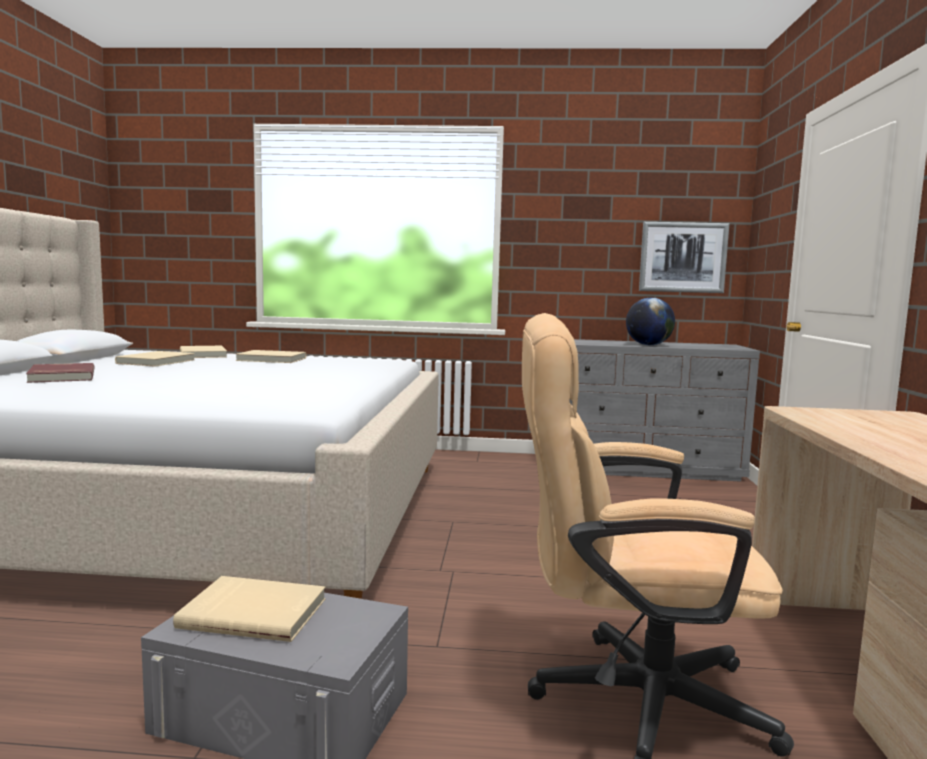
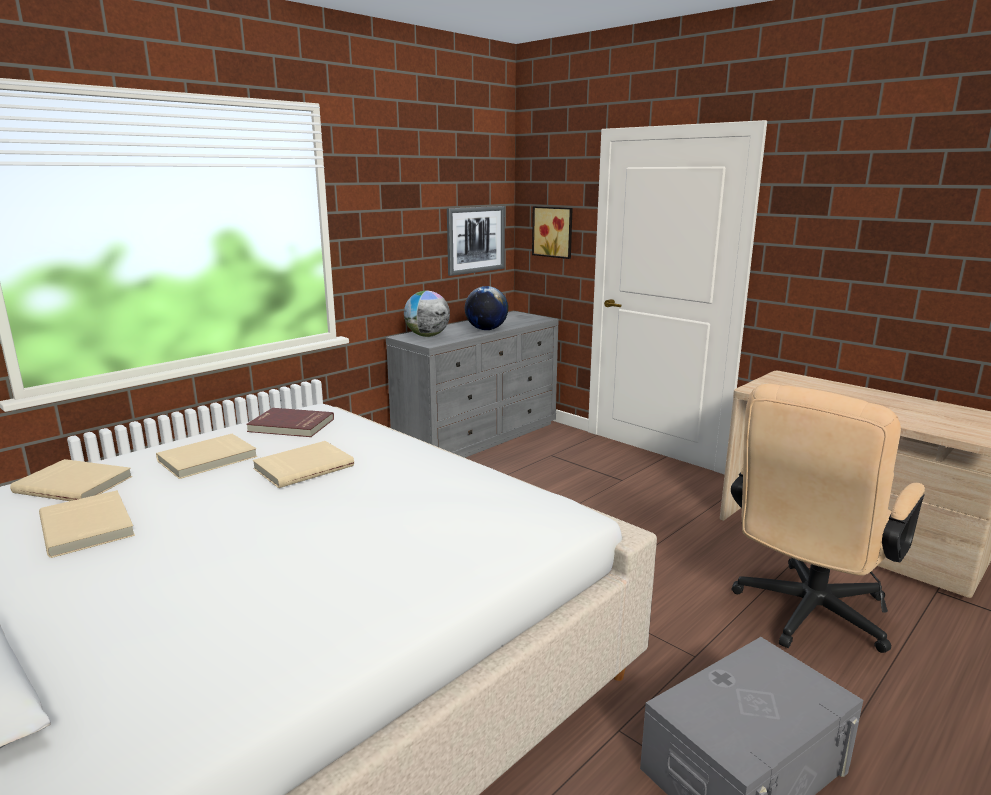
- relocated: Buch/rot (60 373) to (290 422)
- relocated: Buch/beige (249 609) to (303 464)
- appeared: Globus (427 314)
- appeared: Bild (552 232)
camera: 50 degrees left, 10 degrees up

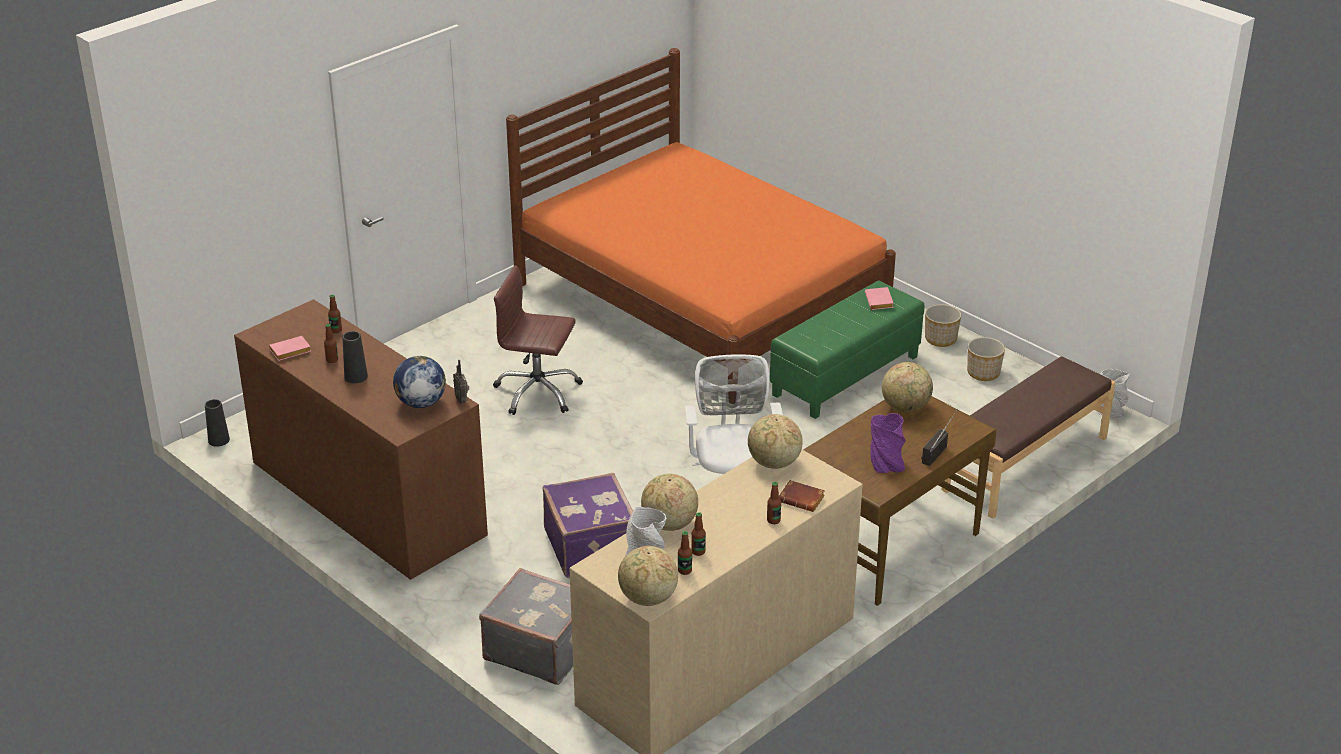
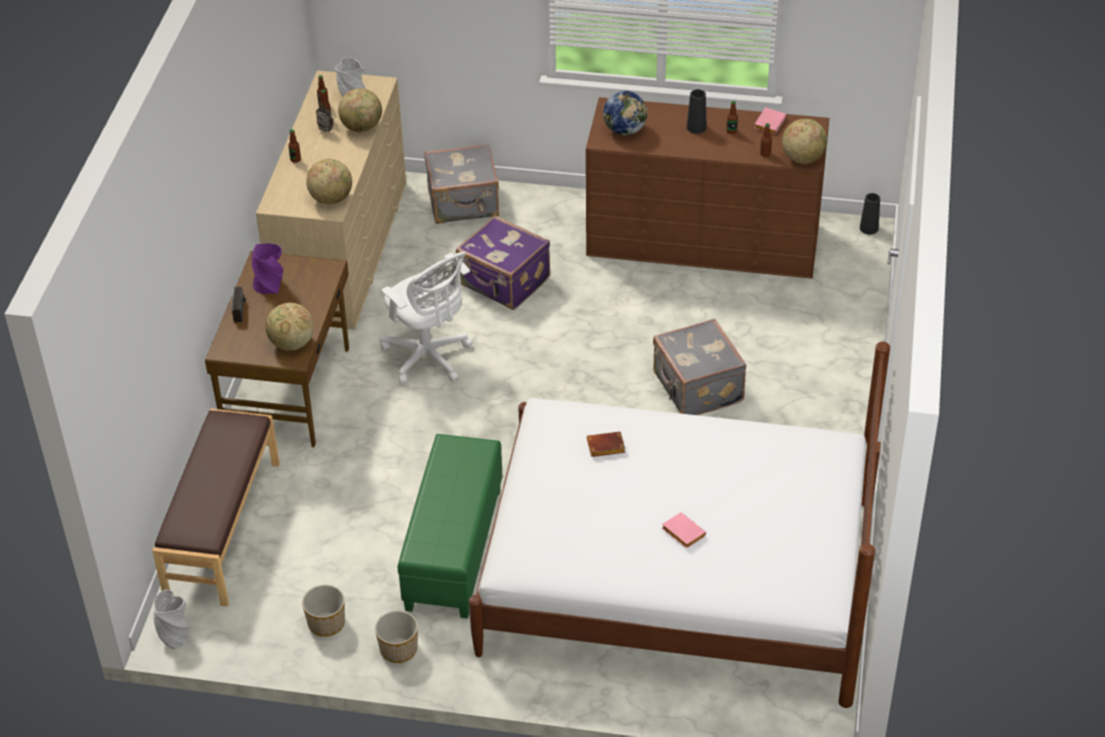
- relocated: Radio (461 382) to (325 113)
- exchanged: Bürostuhl/braun (538 340) to Koffer/grau (699 367)
- colour: Bett/orange (701 213) to Bett/weiß (679 524)
- relocated: Globus (648 576) to (804 141)
- relocated: Buch/braun (802 496) to (606 444)
- relocated: Buch/rosa (879 298) to (684 530)
camera: 145 degrees right, 10 degrees up

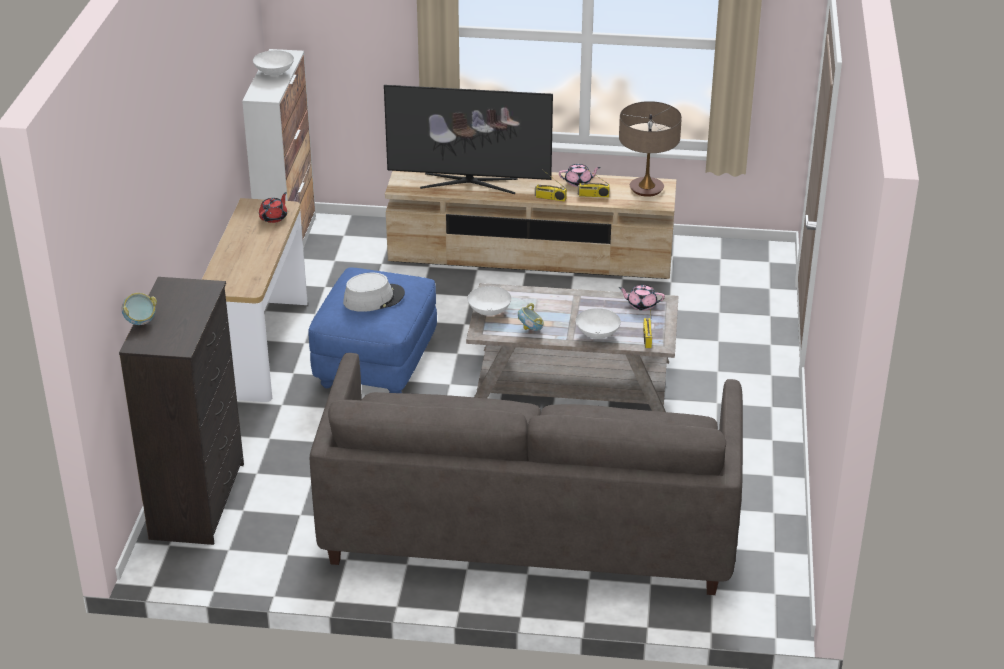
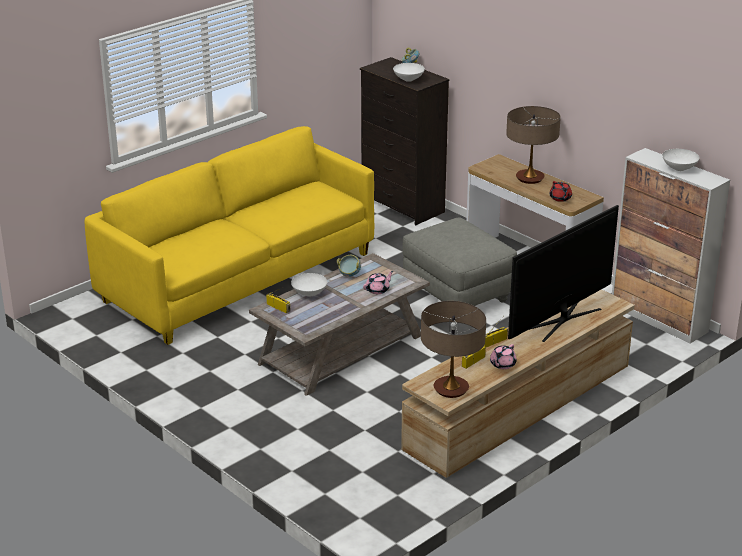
- colour: Polsterhocker/blau (372 330) to Polsterhocker/grau (460 261)
- colour: Sofa/grau (526 474) to Sofa/gelb (229 235)
- missing: Hut/grau (374 292)
- relocated: Schüssel/weiß (489 301) to (409 72)
- relocated: Teekanne/rosa (642 297) to (378 282)
- appeared: Tischlampe (533 145)
camera: 130 degrees right, 5 degrees down

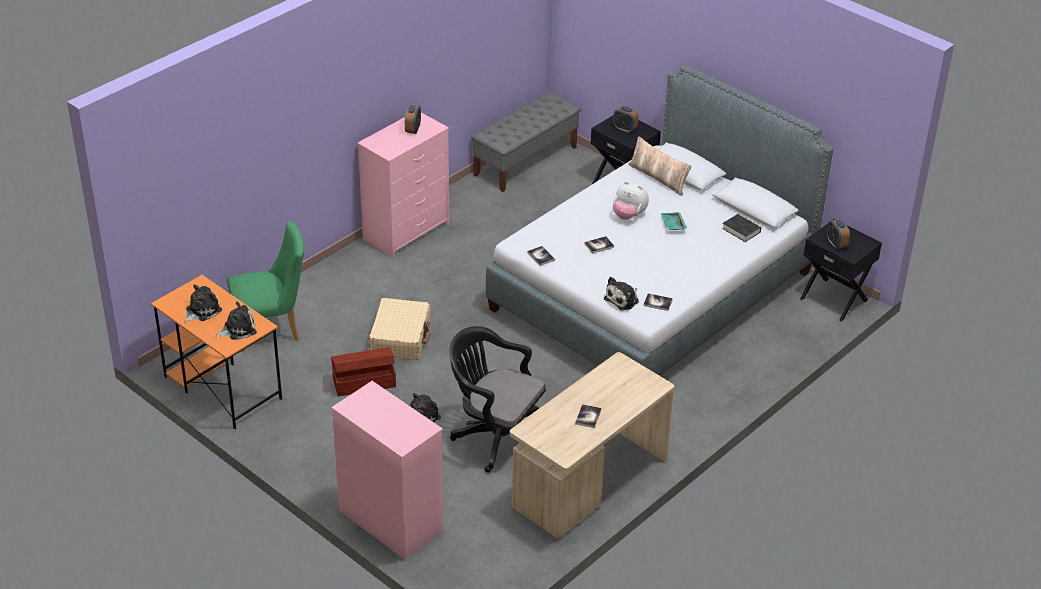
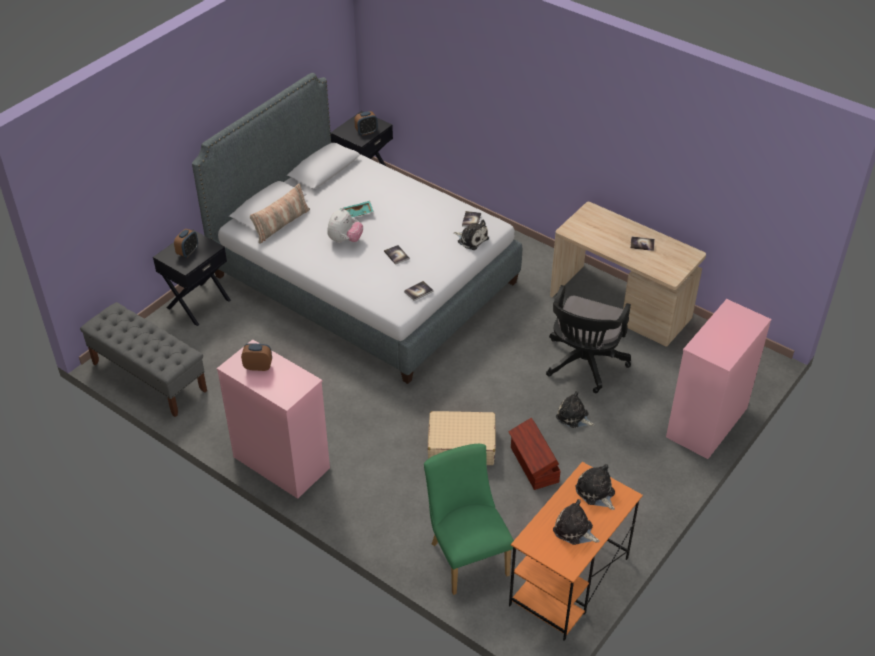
- missing: Buch/schwarz (741 228)
camera: 95 degrees left, 5 degrees up

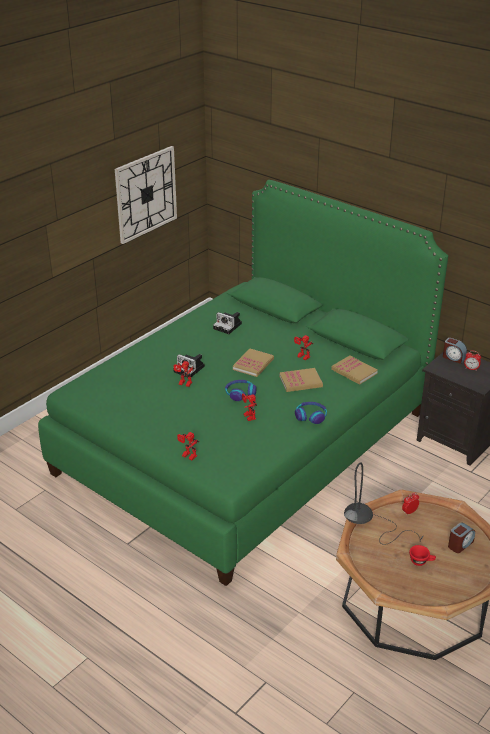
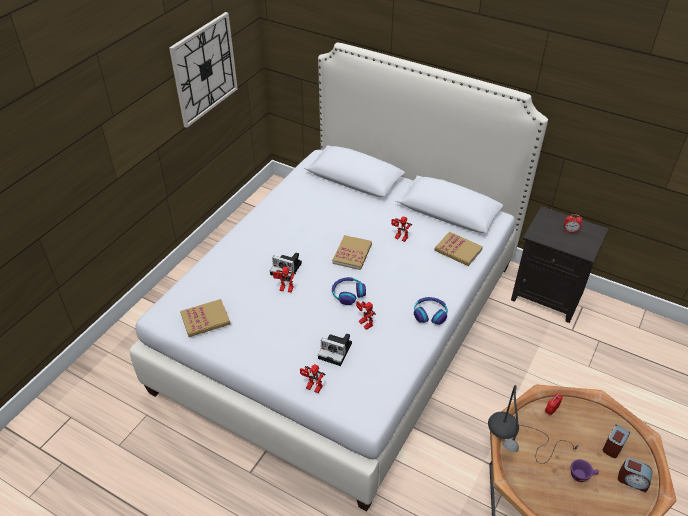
- colour: Bett/grün (243 383) to Bett/weiß (339 277)
- relocated: Kamera (227 323) to (335 349)
- relocated: Buch (301 380) to (205 318)
- colour: Tasse/rot (422 555) to Tasse/lila (585 470)
- relocated: Wecker (455 351) to (635 474)
camera: 10 degrees left, 10 degrees up

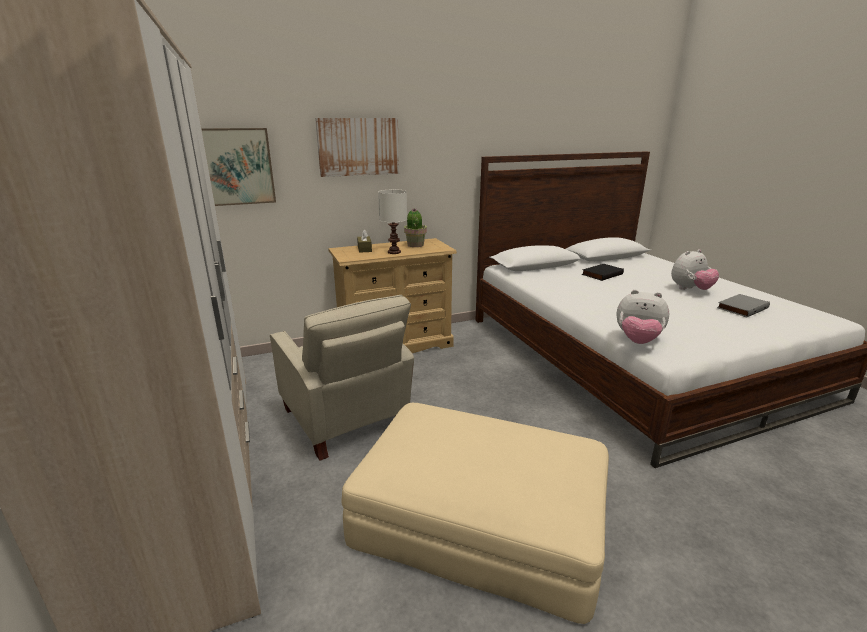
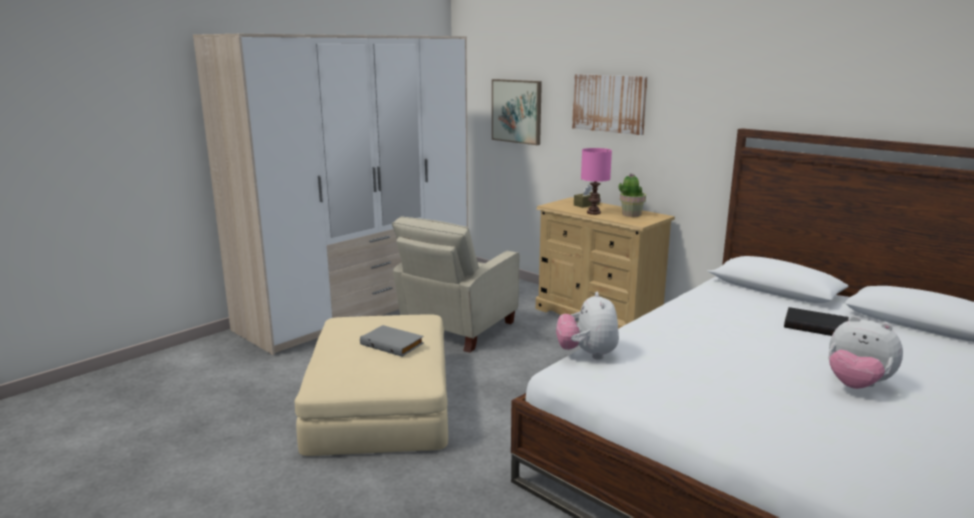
- colour: Tischlampe/weiß (392 221) to Tischlampe/rosa (596 181)
- relocated: Buch/grau (743 305) to (392 341)
camera: 65 degrees right, 5 degrees down

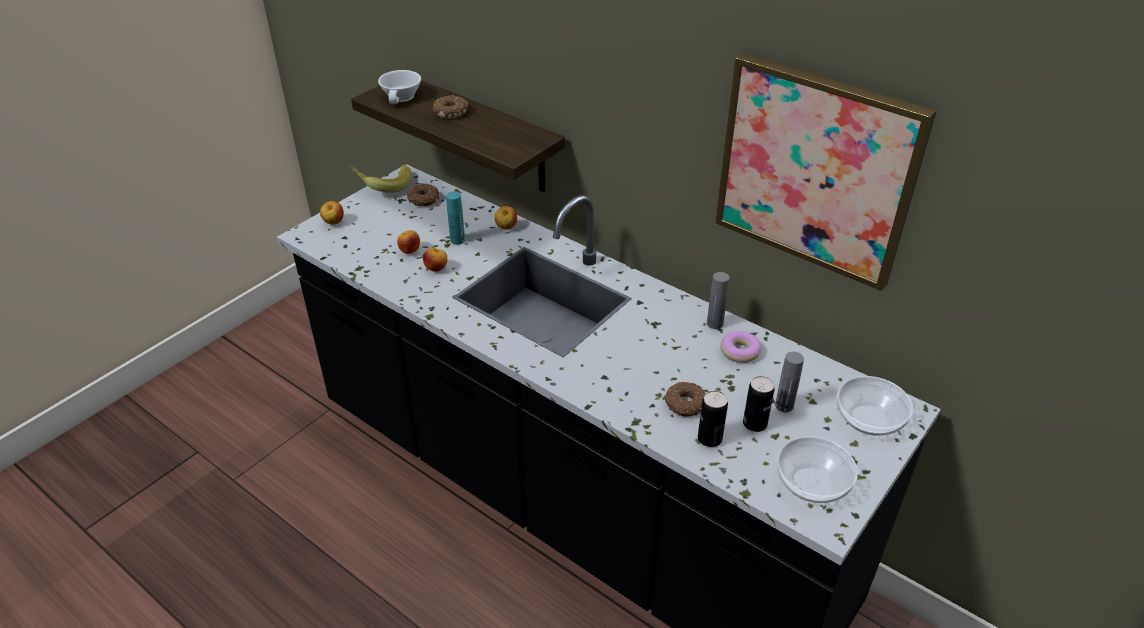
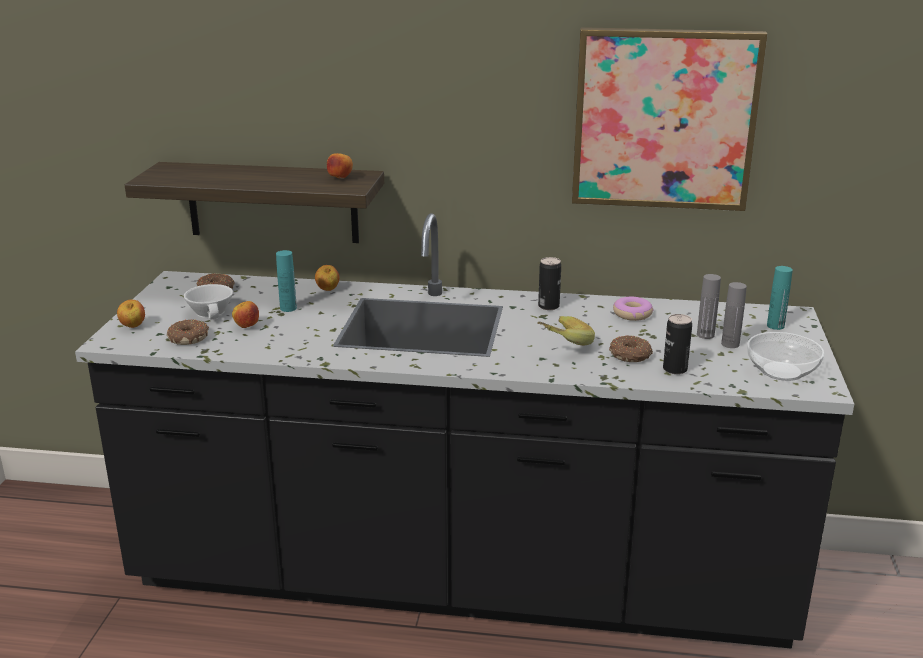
- relocated: Banane (380 179) to (566 330)
- relocated: Tasse/weiß (399 87) to (208 301)
- relocated: Apfel (435 260) to (340 166)
- relocated: Donut (450 106) to (188 332)
- relocated: Flasche/grau (718 300) to (734 315)
- relocated: Dose (759 404) to (549 283)
- exchanged: Schüssel (874 406) to Flasche/türkis (780 298)
camera: 30 degrees left, 15 degrees down

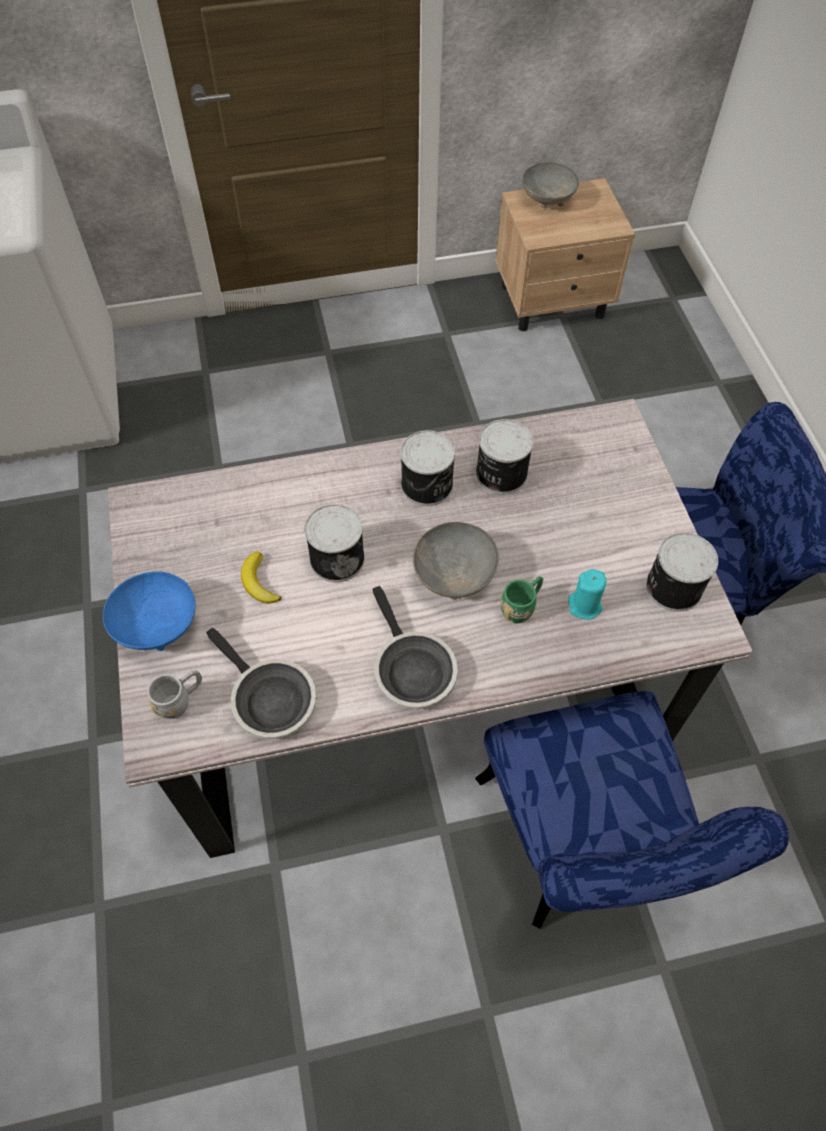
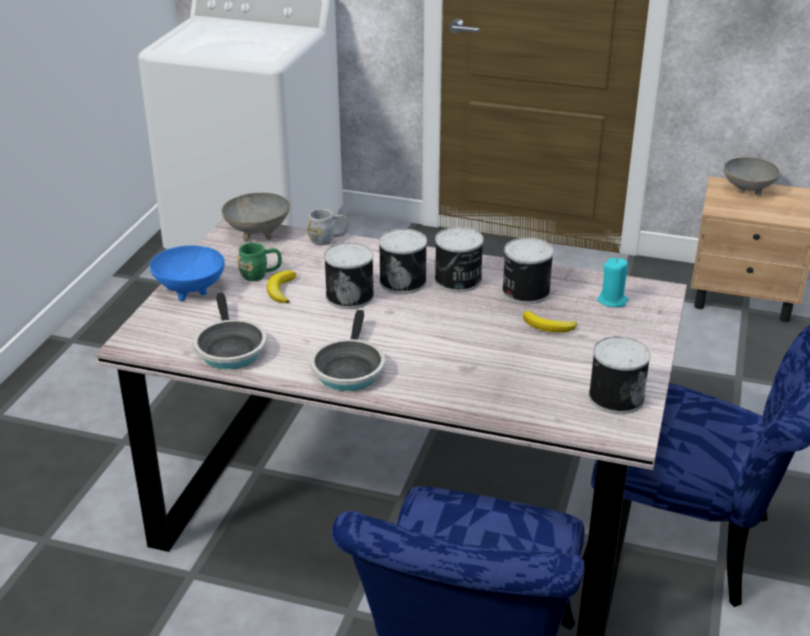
- relocated: Henkelbecher/grau (174 694) to (328 227)
- relocated: Schüssel/grau (456 561) to (255 217)
- relocated: Henkelbecher/grün (521 599) to (259 262)
- relocated: Kerze/türkis (587 594) to (613 282)
- appeared: Dose (403 261)
- appeared: Banane (550 321)
camera: 30 degrees right, 25 degrees down

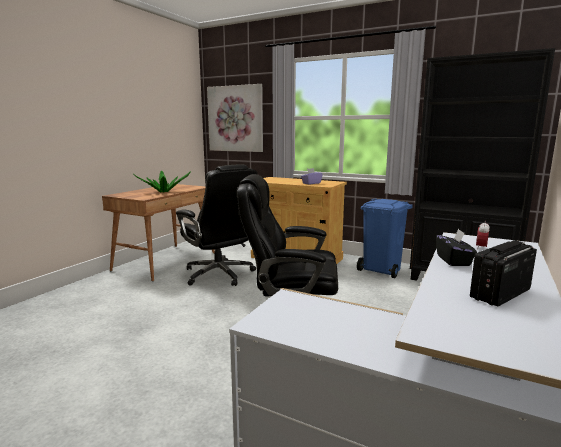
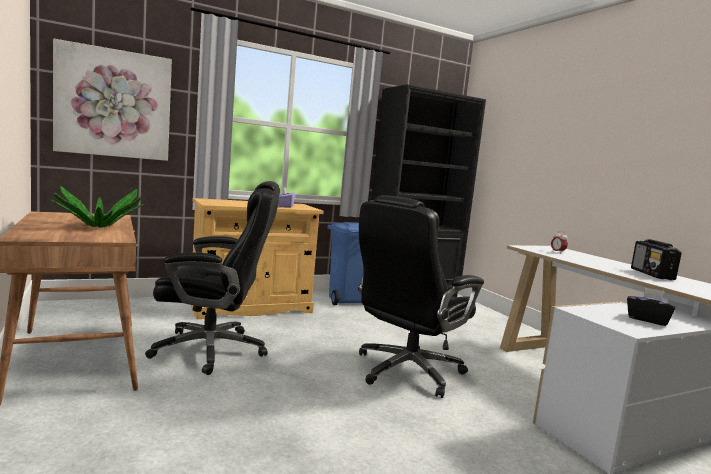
- relocated: Taschentuchbox/schwarz (456 247) to (651 306)
camera: 55 degrees left, 5 degrees down

